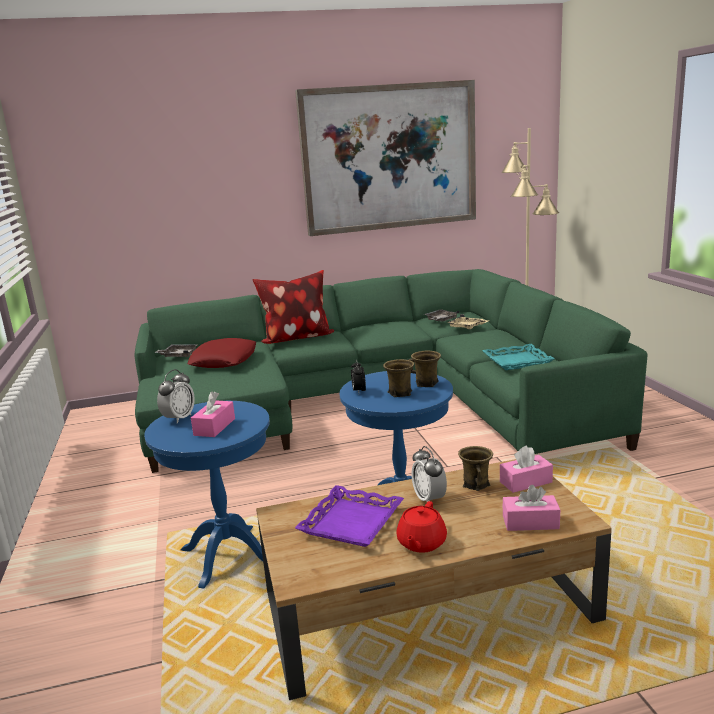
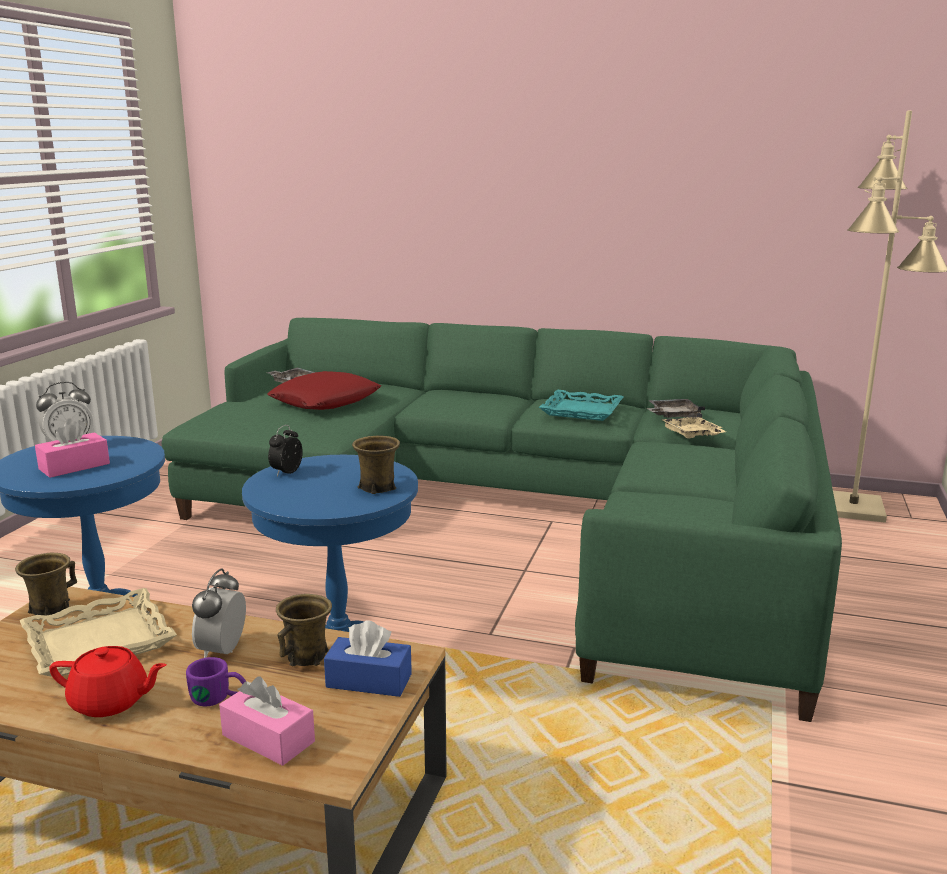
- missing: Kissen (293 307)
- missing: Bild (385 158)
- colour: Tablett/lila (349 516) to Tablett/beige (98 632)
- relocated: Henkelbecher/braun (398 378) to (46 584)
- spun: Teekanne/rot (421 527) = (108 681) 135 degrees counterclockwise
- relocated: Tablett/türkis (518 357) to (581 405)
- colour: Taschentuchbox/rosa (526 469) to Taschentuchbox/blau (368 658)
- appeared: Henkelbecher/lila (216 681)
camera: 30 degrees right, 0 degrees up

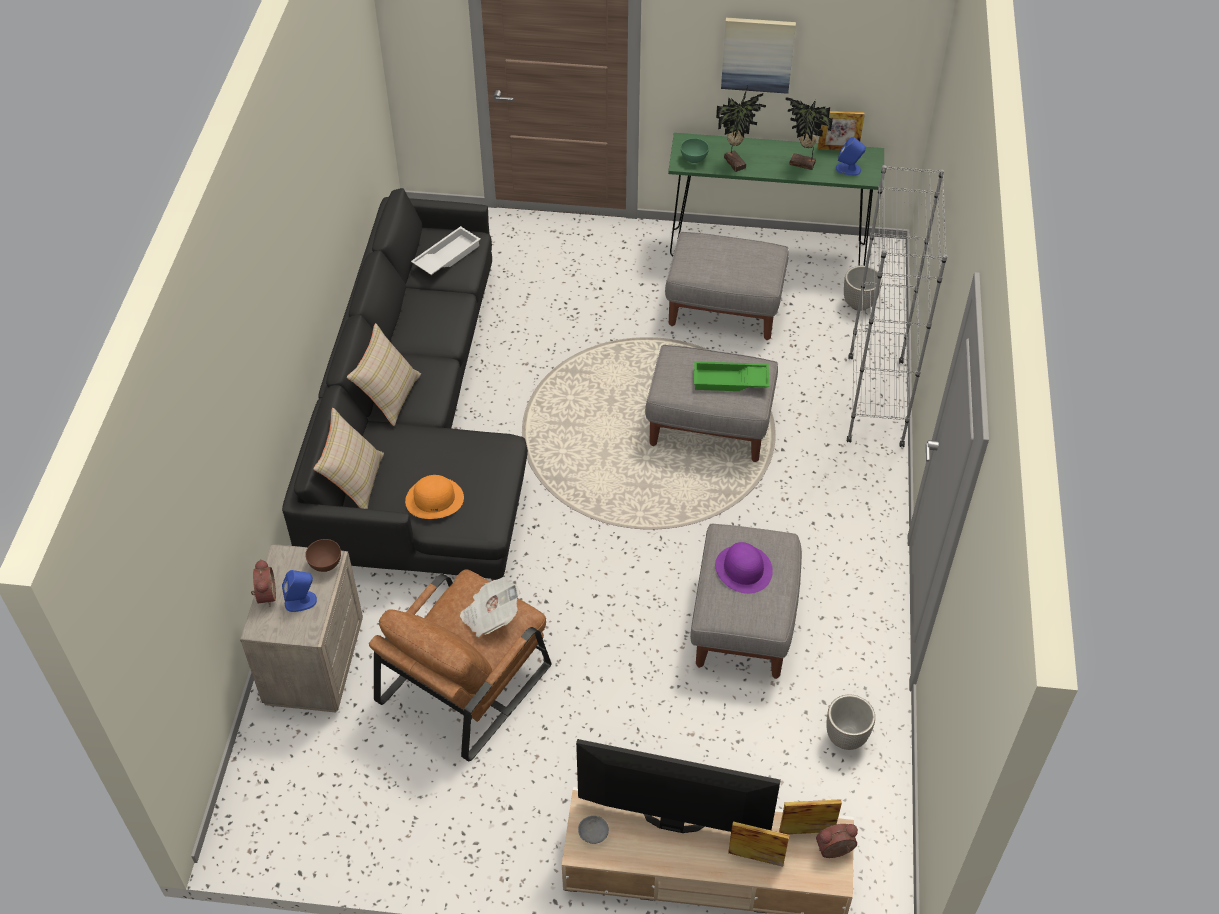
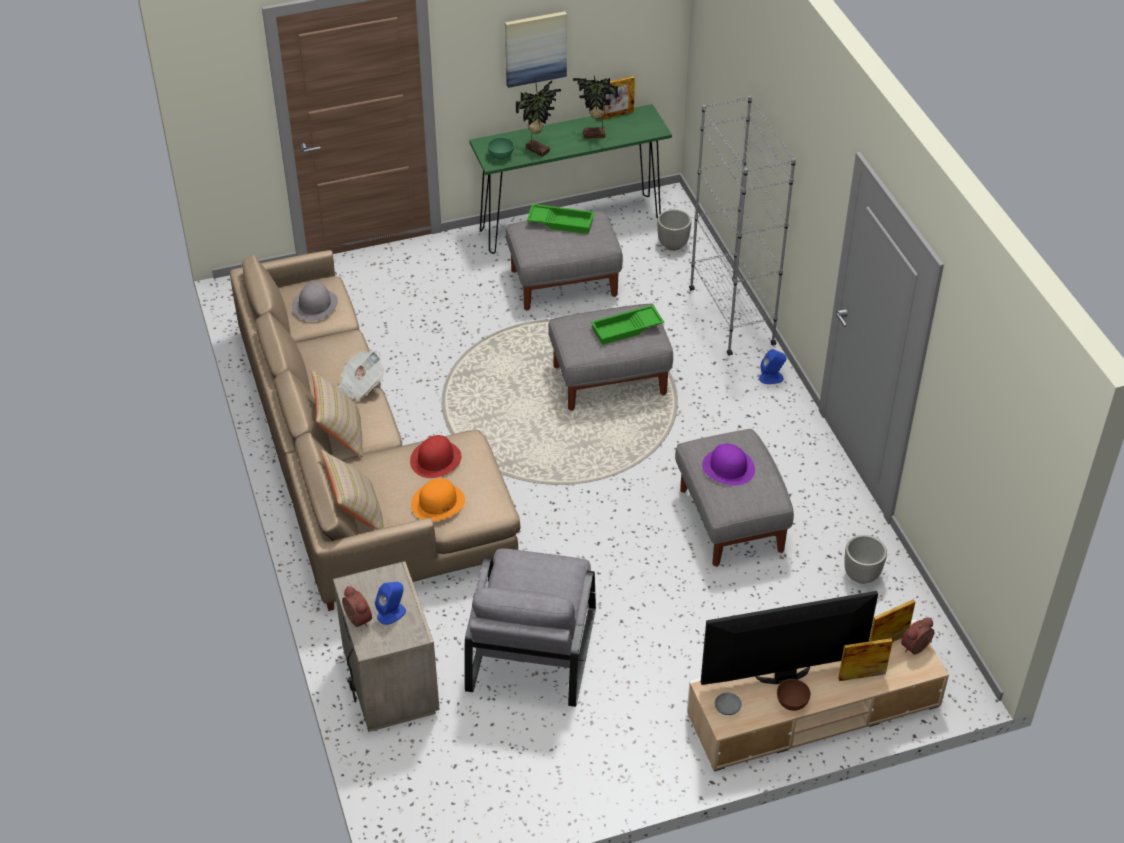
- colour: Sofa/schwarz (405 384) to Sofa/beige (375 430)
- relocated: Schüssel/braun (323 555) to (794 695)
- colour: Sessel/braun (460 665) to Sessel/grau (530 627)
- exchanged: Tablett/weiß (446 250) to Hut/grau (315 301)
- relocated: Zeitung (490 607) to (360 376)
- relocated: Lautsprecher/blau (851 156) to (773 366)
- appeared: Hut/rot (436 456)
- appeared: Tablett/grün (560 219)
camera: 25 degrees left, 5 degrees down

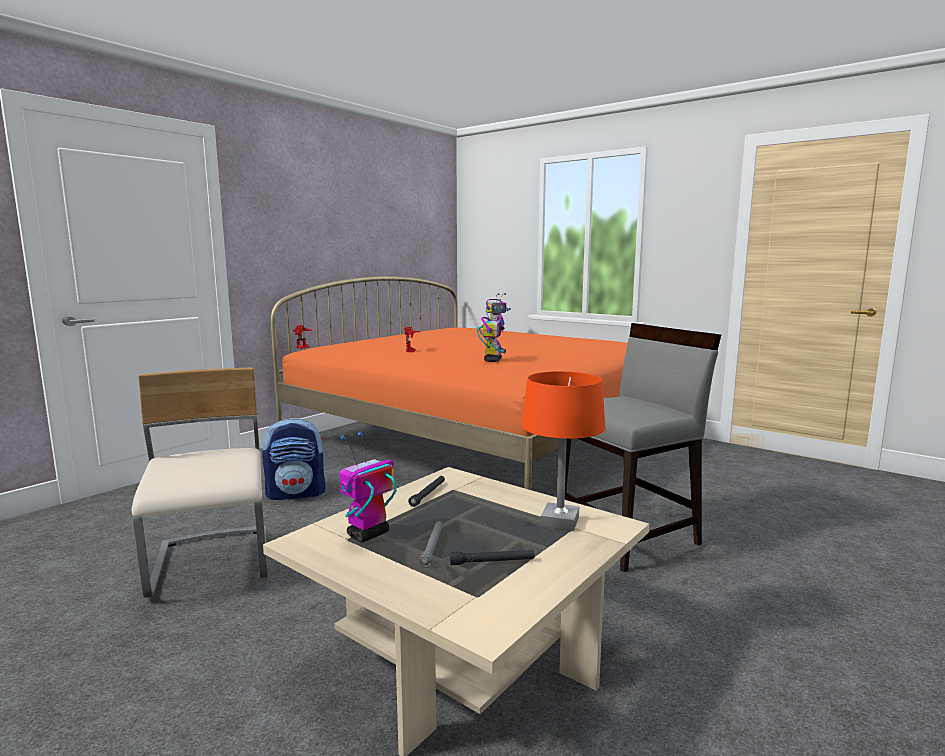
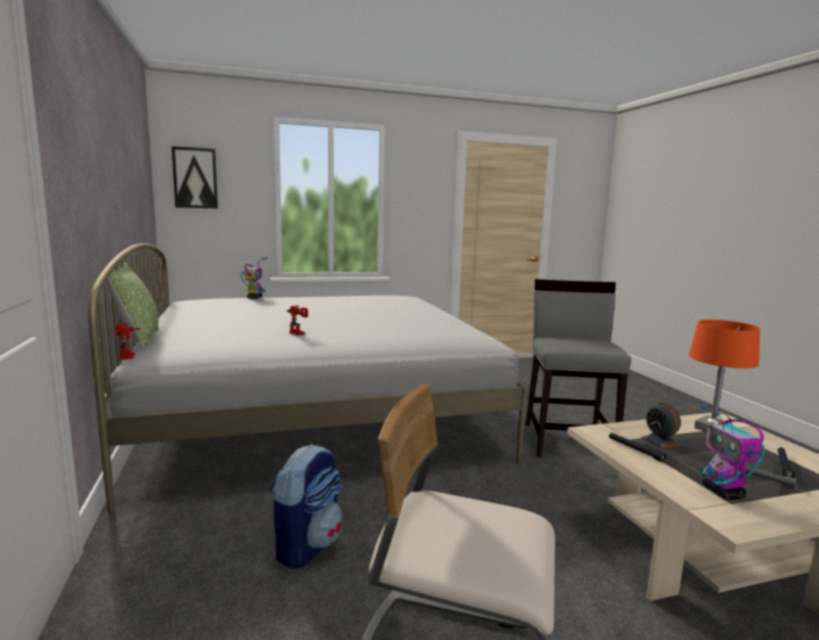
- colour: Bett/orange (449 383) to Bett/weiß (307 378)
- missing: Spielzeugroboter (494 335)
- appeared: Kissen (133 305)
- appeared: Bild (195 177)
- appeared: Wecker (661 425)
camera: 55 degrees left, 0 degrees up

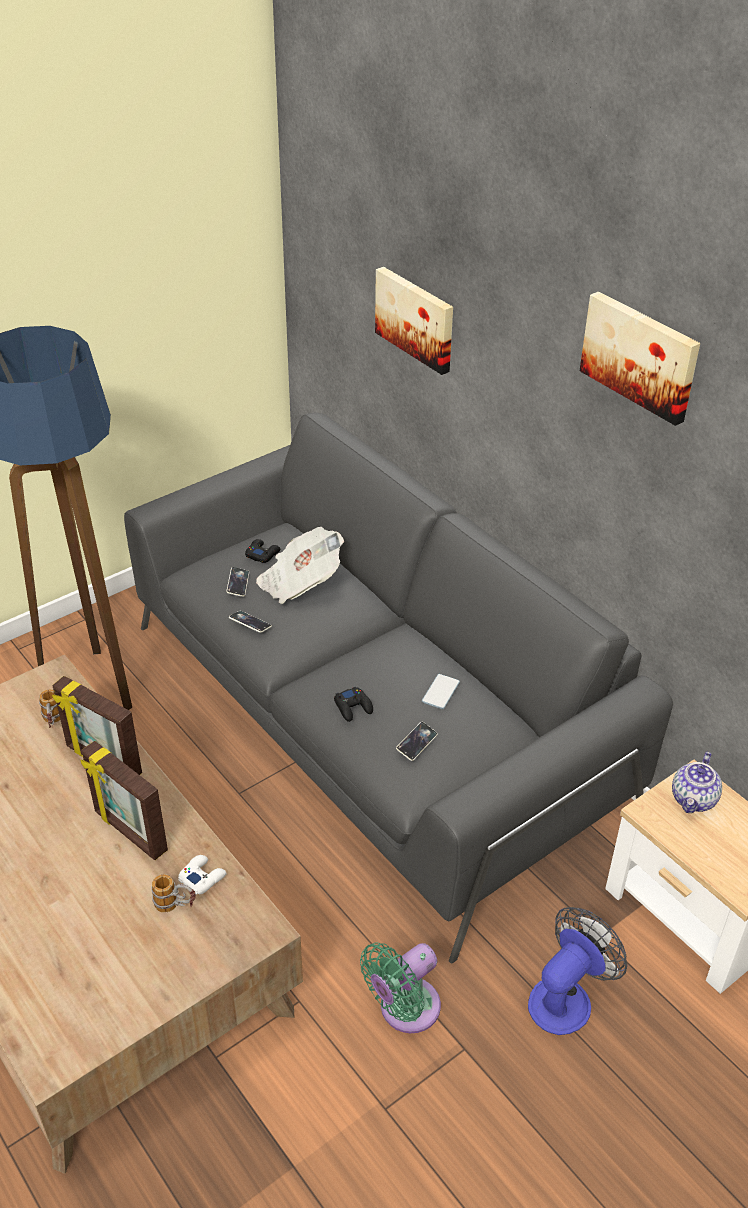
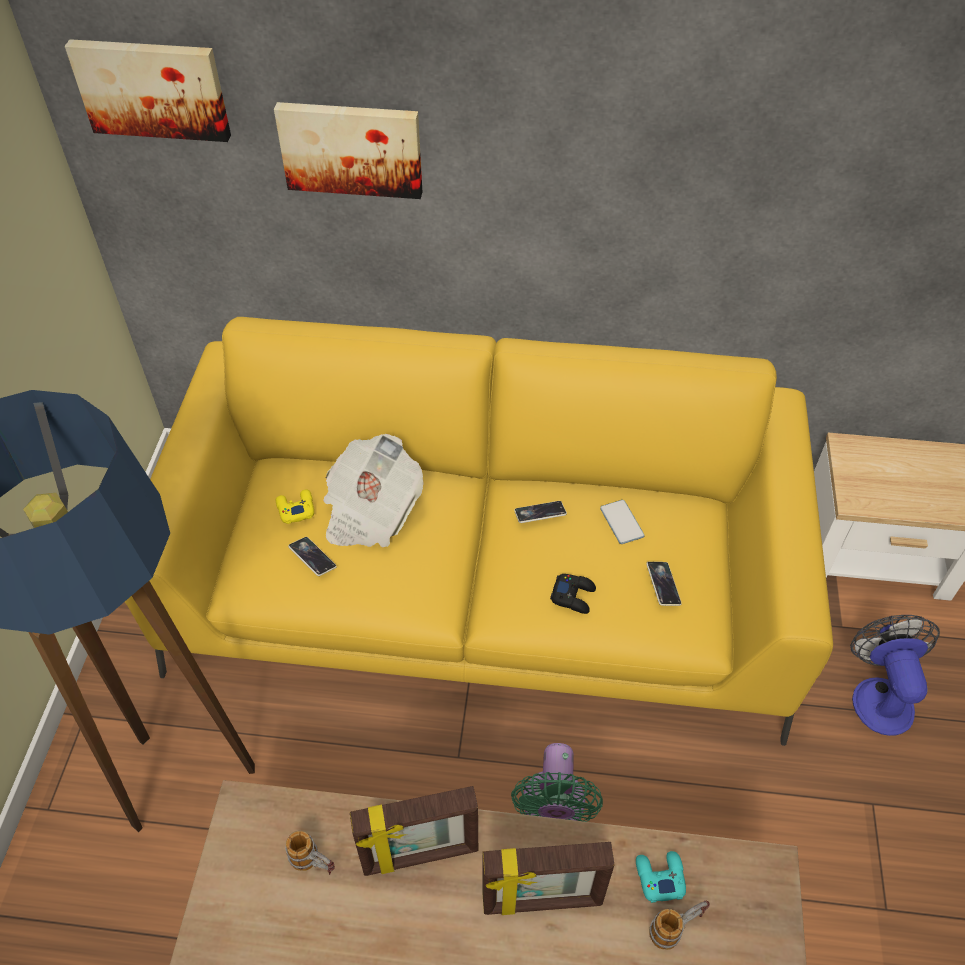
- colour: Sofa/grau (398 688) to Sofa/gelb (479 531)
- colour: Gamepad/weiß (202 875) to Gamepad/türkis (661 877)
- relocated: Handy (250 622) to (540 512)
- colour: Gamepad/schwarz (263 551) to Gamepad/gelb (295 507)
- relocated: Ventilator/grün (400 988) to (557 782)
- relocated: Bild (640 359) to (148 90)
- missing: Teekanne (697 782)
camera: 45 degrees left, 10 degrees up

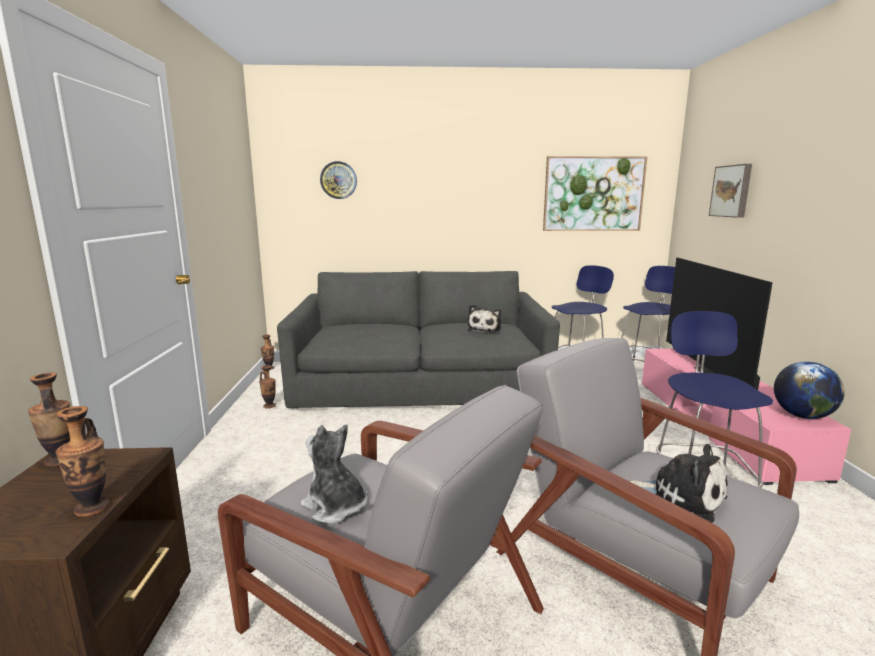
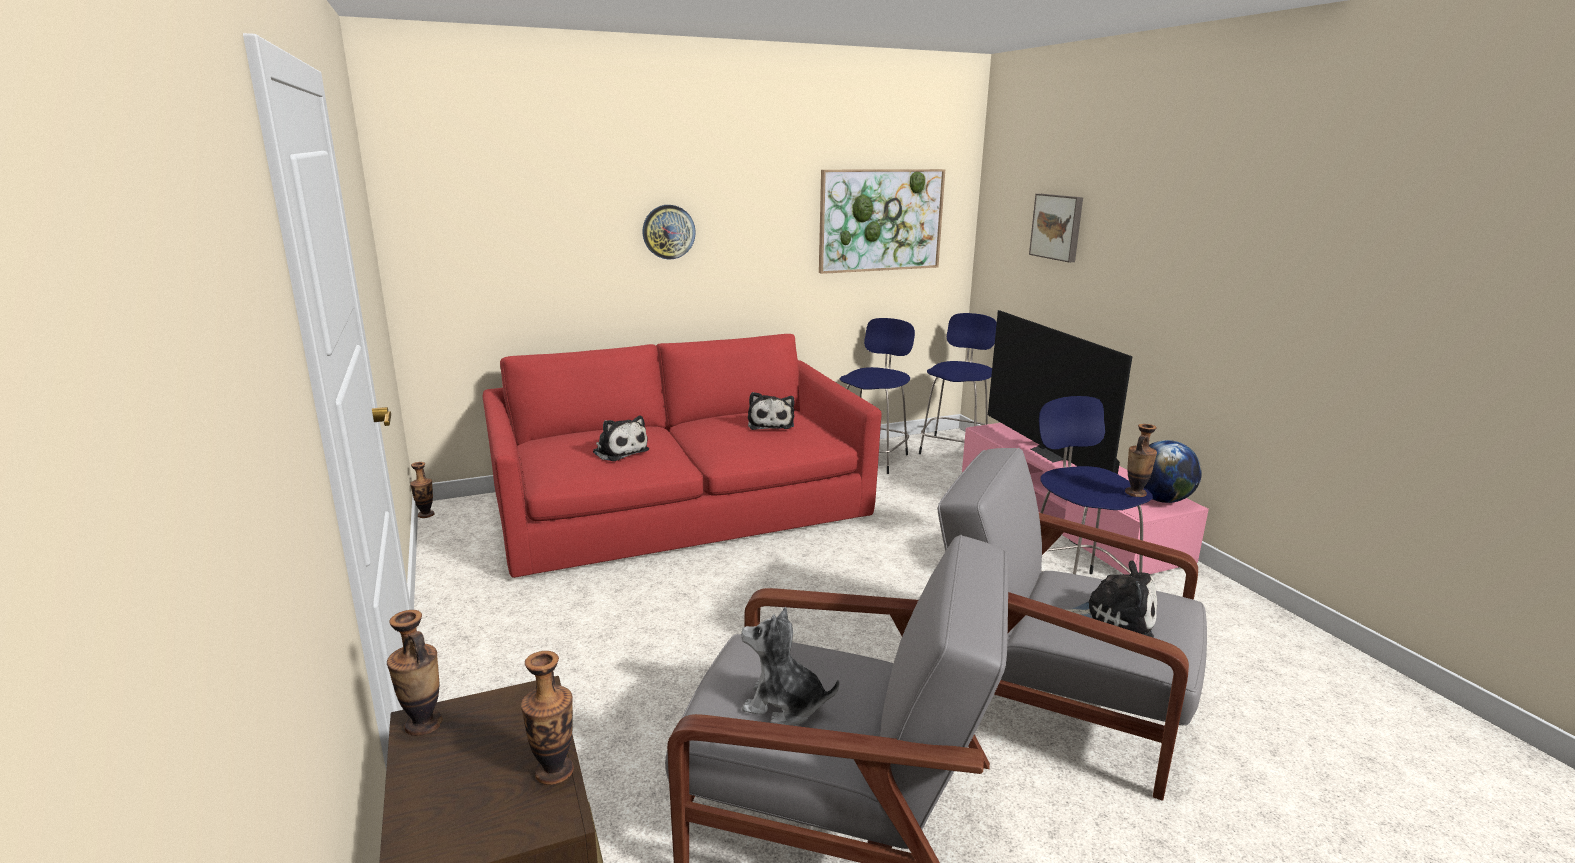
- relocated: Vase (267 387) to (1141 460)
- colour: Sofa/grau (418 339) to Sofa/rot (682 456)
- relocated: Wanduhr (338 180) to (669 232)
- appeared: Plüschtier (621 438)
camera: 20 degrees left, 5 degrees up

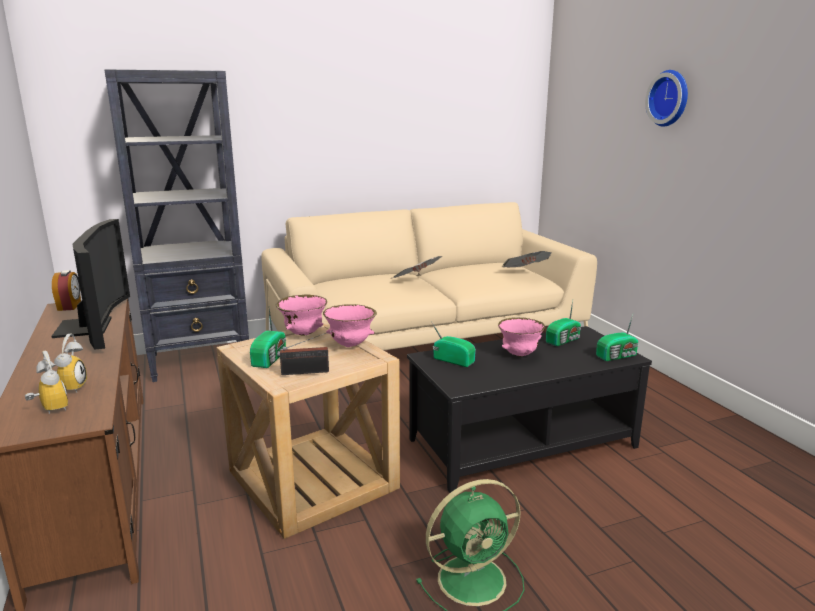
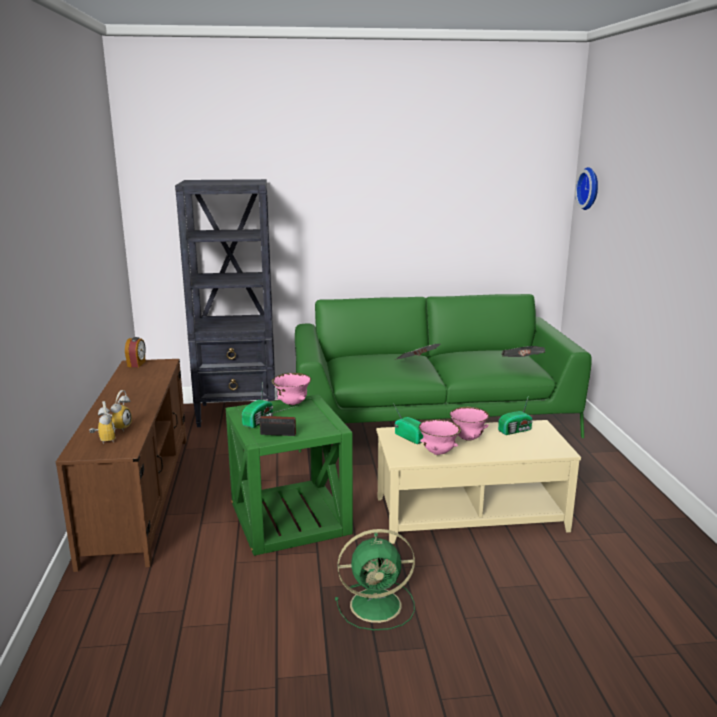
- missing: Fernseher (91 284)
- colour: Beistelltisch/beige (308 430) to Beistelltisch/grün (289 475)
- colour: Sofa/beige (429 276) to Sofa/grün (443 373)
- relocated: Schüssel/rosa (350 325) to (440 437)
- colour: Couchtisch/schwarz (529 409) to Couchtisch/beige (478 482)
- missing: Radio (617 338)
- relocated: Wanduhr (666 98) to (586 188)
camera: 15 degrees right, 0 degrees up

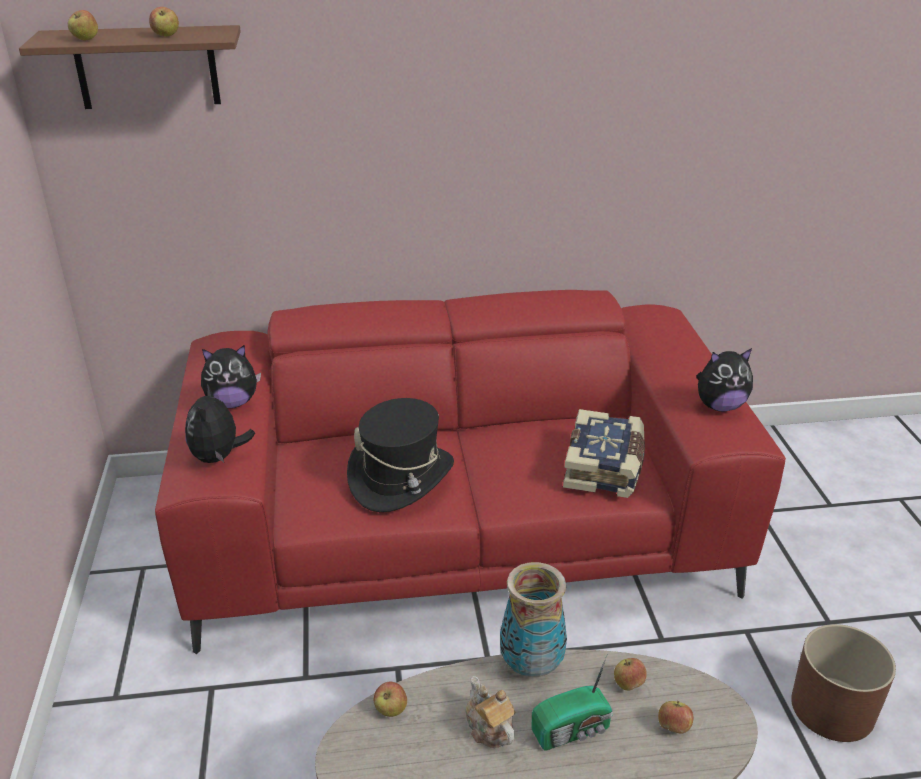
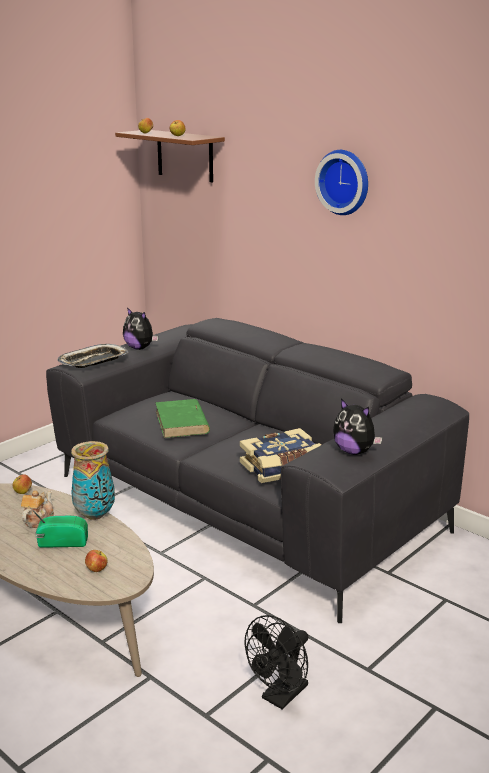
- colour: Sofa/rot (470 472) to Sofa/grau (257 470)
- exchanged: Plüschtier (220 423) to Tablett (93 356)
- exchanged: Hut/schwarz (400 455) to Buch/grün (182 418)
- spun: Radio (572 702) = (58 527) 150 degrees clockwise
- missing: Apfel (630 674)
- exchanged: Pflanzkübel/braun (843 683) to Ventilator/schwarz (276 662)
- appeared: Wanduhr (341 182)
camera: 50 degrees right, 10 degrees down

